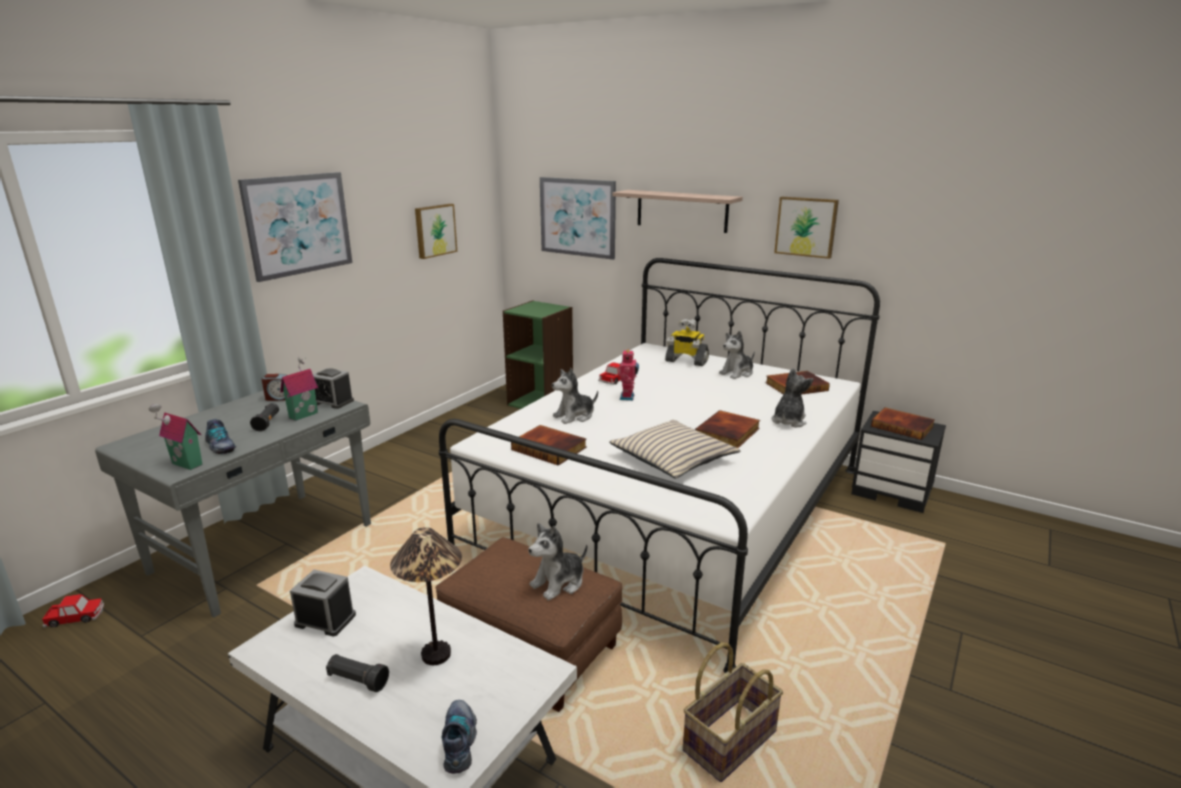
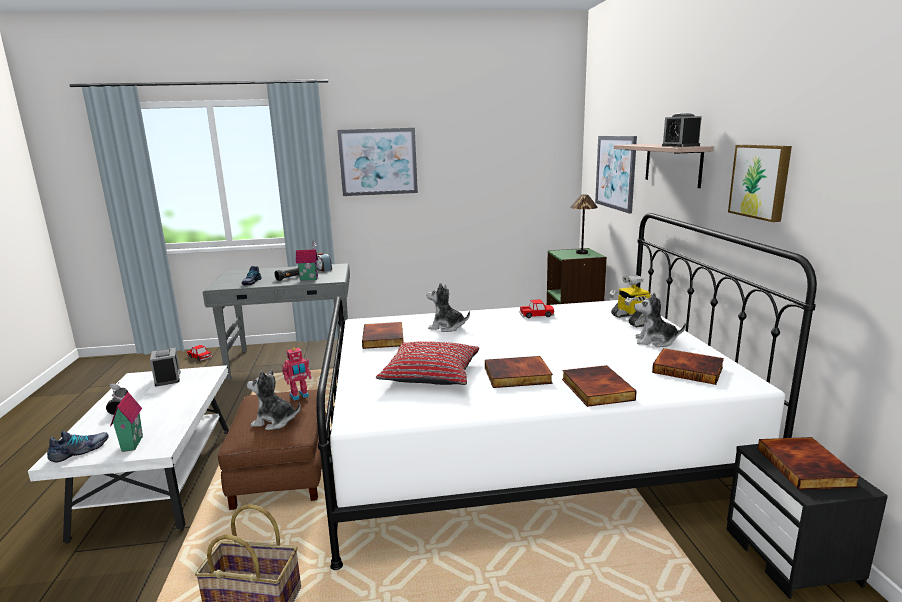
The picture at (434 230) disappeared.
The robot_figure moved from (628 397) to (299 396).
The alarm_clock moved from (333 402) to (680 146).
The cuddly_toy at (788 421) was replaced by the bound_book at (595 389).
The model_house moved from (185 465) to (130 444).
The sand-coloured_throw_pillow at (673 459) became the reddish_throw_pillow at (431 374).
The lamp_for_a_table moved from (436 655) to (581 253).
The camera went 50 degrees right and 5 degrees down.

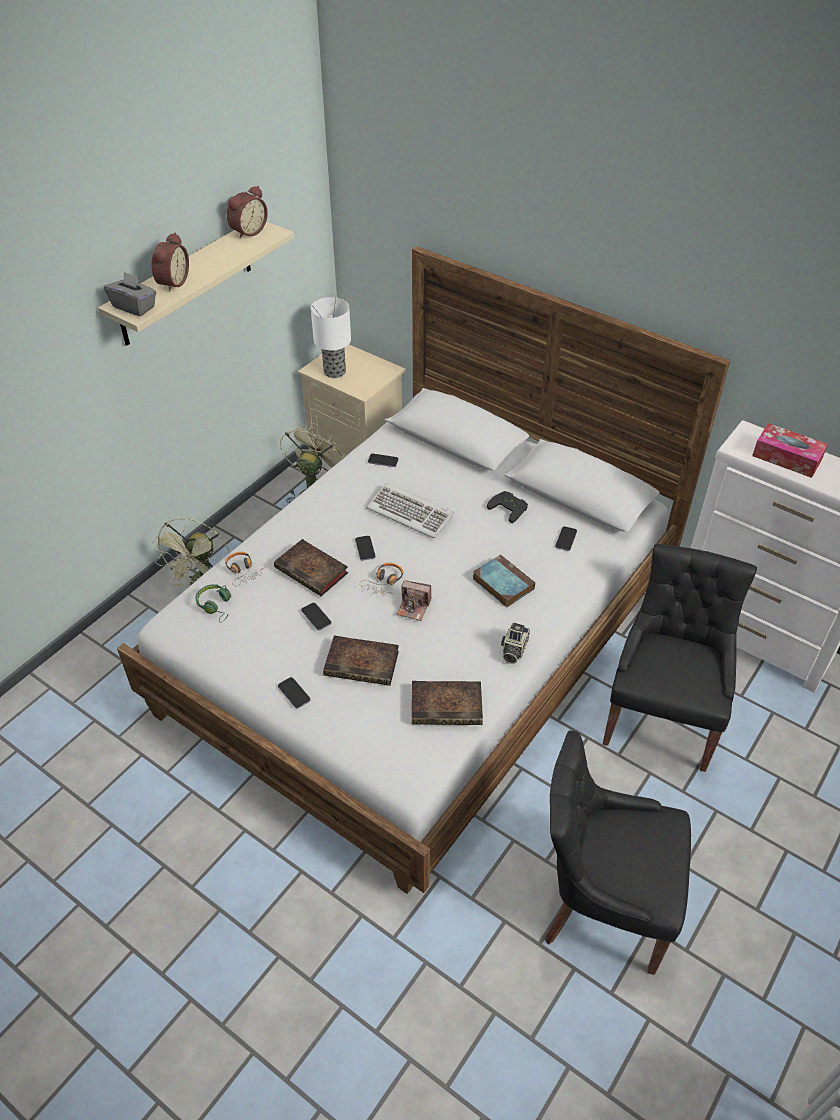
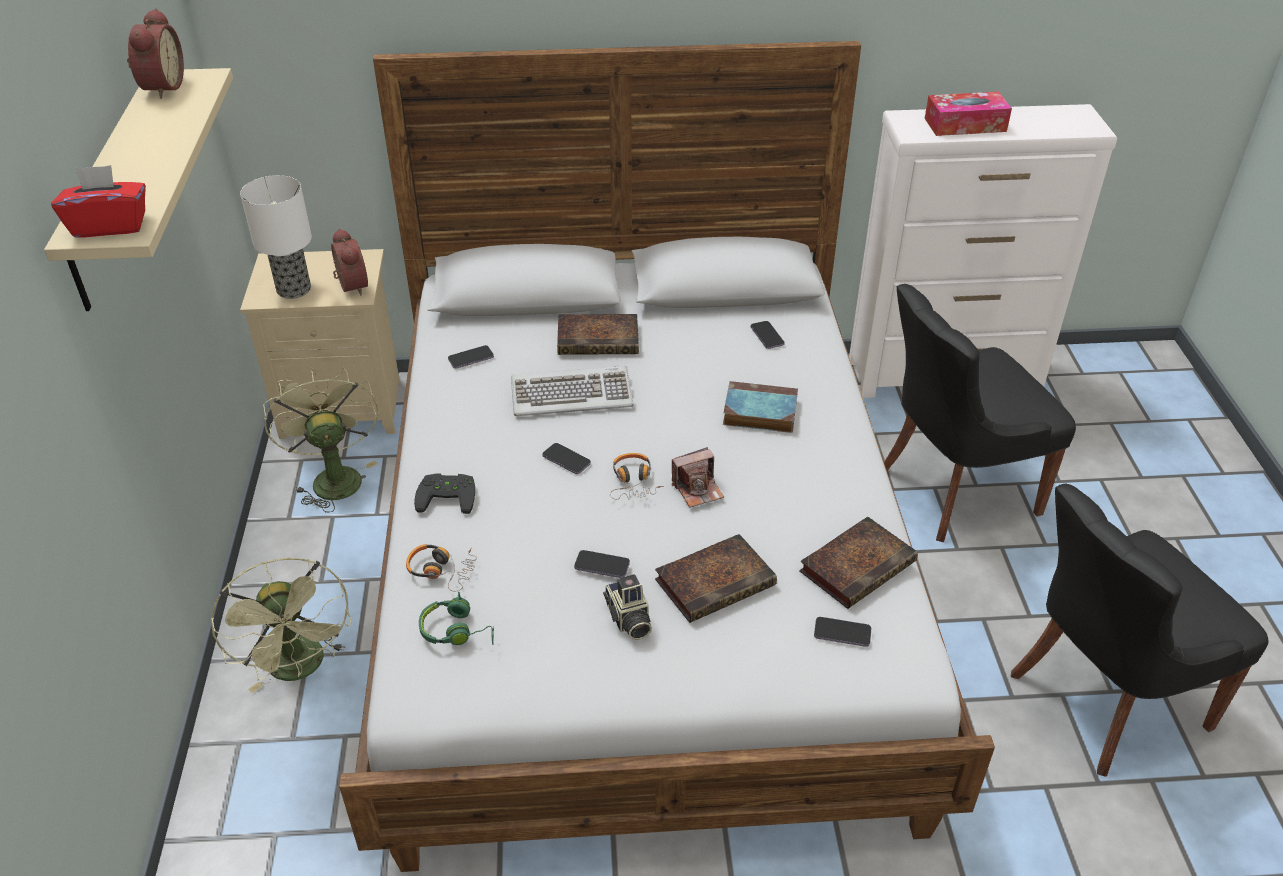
The alarm_clock moved from (171 282) to (350 286).
The gray_tissue_box at (134 307) became the reddish_tissue_box at (110 226).
The blackish_game_controller moved from (509 507) to (448 495).
The bound_book moved from (313 571) to (600 339).
The blackish_plain_chair at (661 717) turned 90 degrees counterclockwise.
The still_camera moved from (513 650) to (628 620).
The handset moved from (294 693) to (842 633).
The camera went 40 degrees left and 5 degrees down.

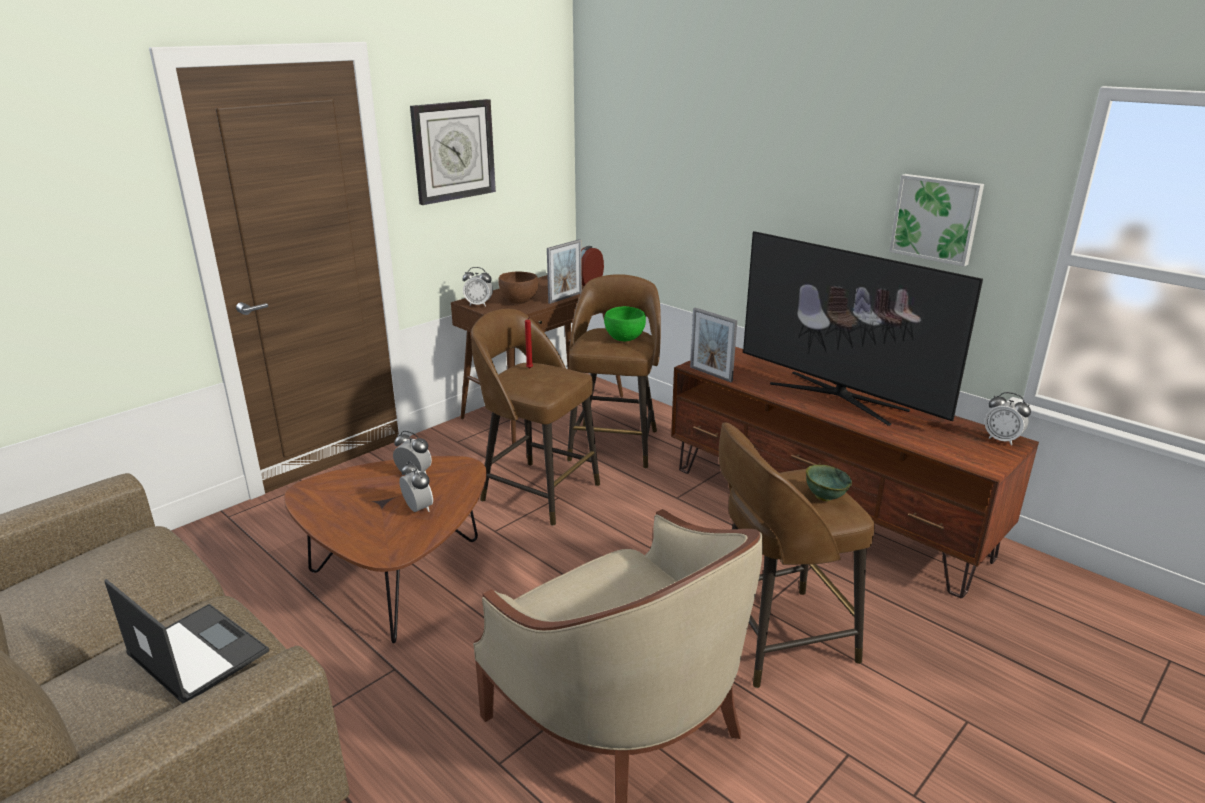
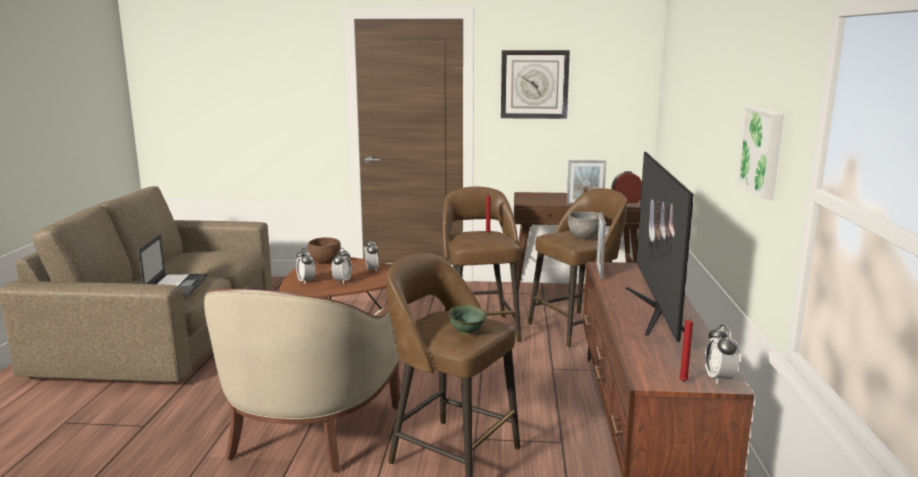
The alarm_clock moved from (479 304) to (306 281).
The brown-coloured_bowl moved from (518 301) to (324 262).
The green_bowl at (624 338) became the gray_bowl at (584 237).
The reddish_wax_light at (685 382) appeared.
The camera went 50 degrees right and 10 degrees down.

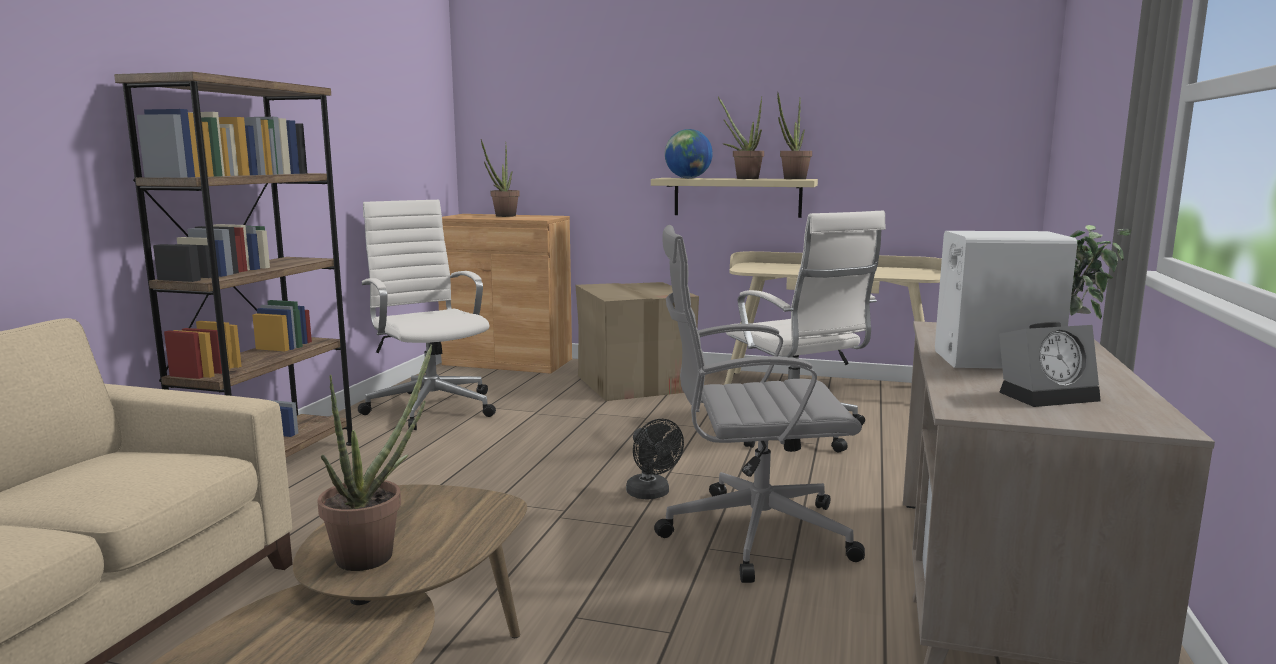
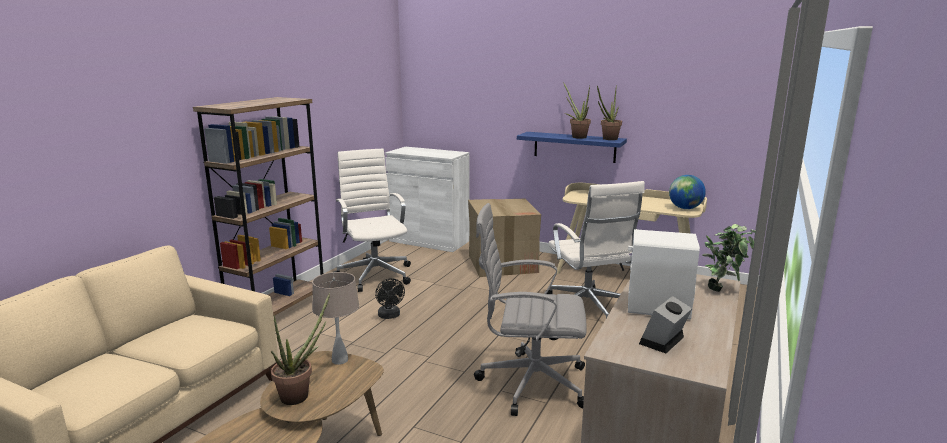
The world_globe moved from (688 178) to (685 208).
The houseplant at (502 216) disappeared.
The sand-coloured_bracket_shelf at (737 197) became the blue_bracket_shelf at (574 147).
The brown-coloured_cupboard at (507 362) became the white_cupboard at (429 241).
The alarm_clock at (1048 395) turned 135 degrees clockwise.
The blackish_cooling_fan moved from (652 494) to (390 316).
The sand-coloured_lamp_for_a_table at (339 360) appeared.
The camera went 10 degrees right and 5 degrees up.

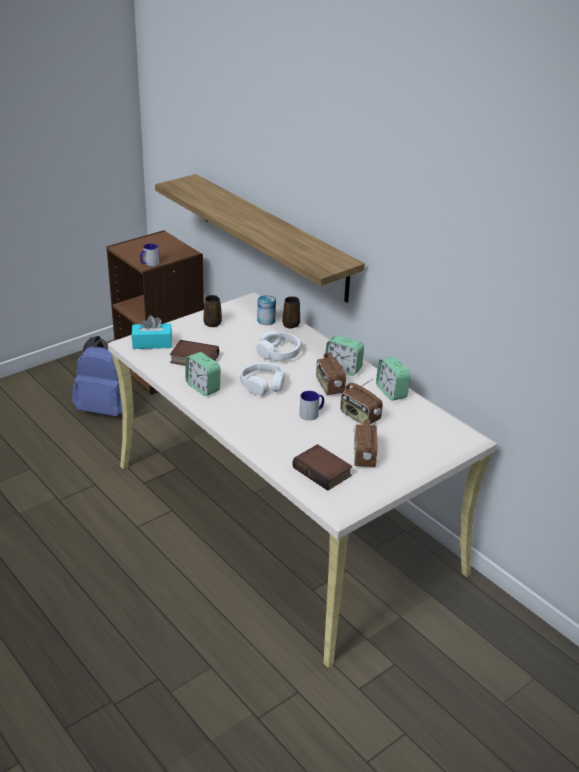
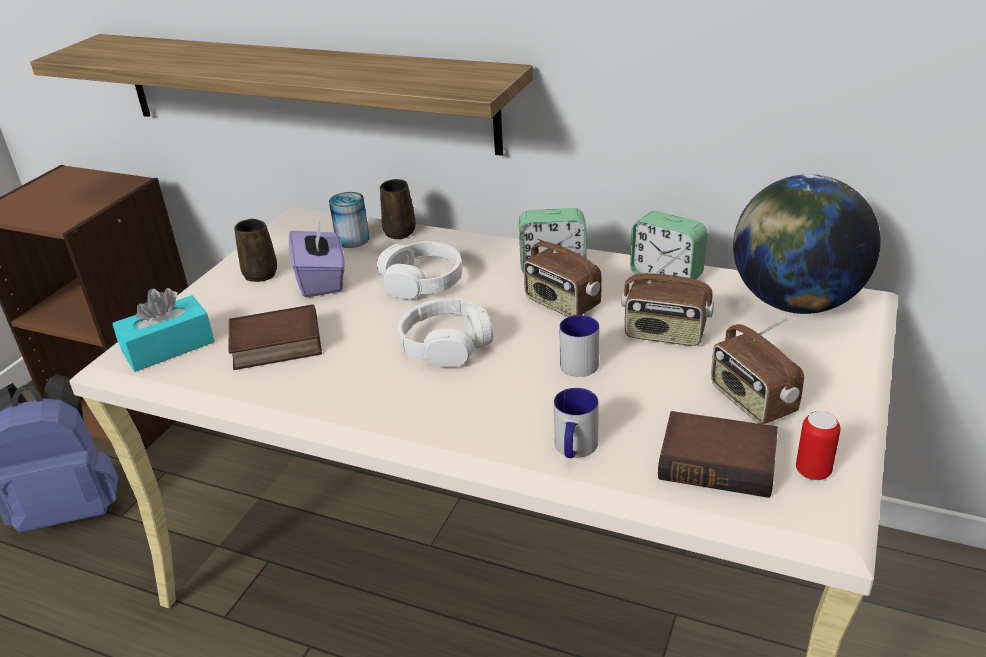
The coffee_mug moved from (149 264) to (574 449).
The alarm_clock at (203 387) disappeared.
The world_globe at (795 303) appeared.
The purple-coloured_tissue_box at (322 280) appeared.
The metal_can at (813 471) appeared.
The camera went 25 degrees left and 0 degrees up.

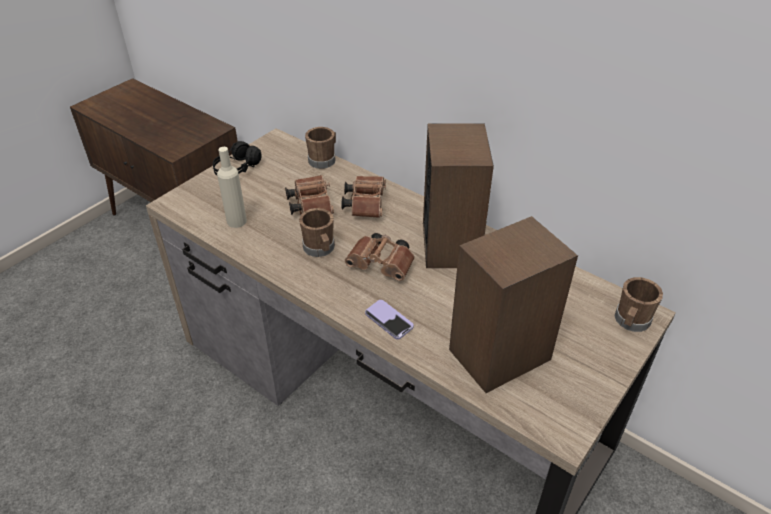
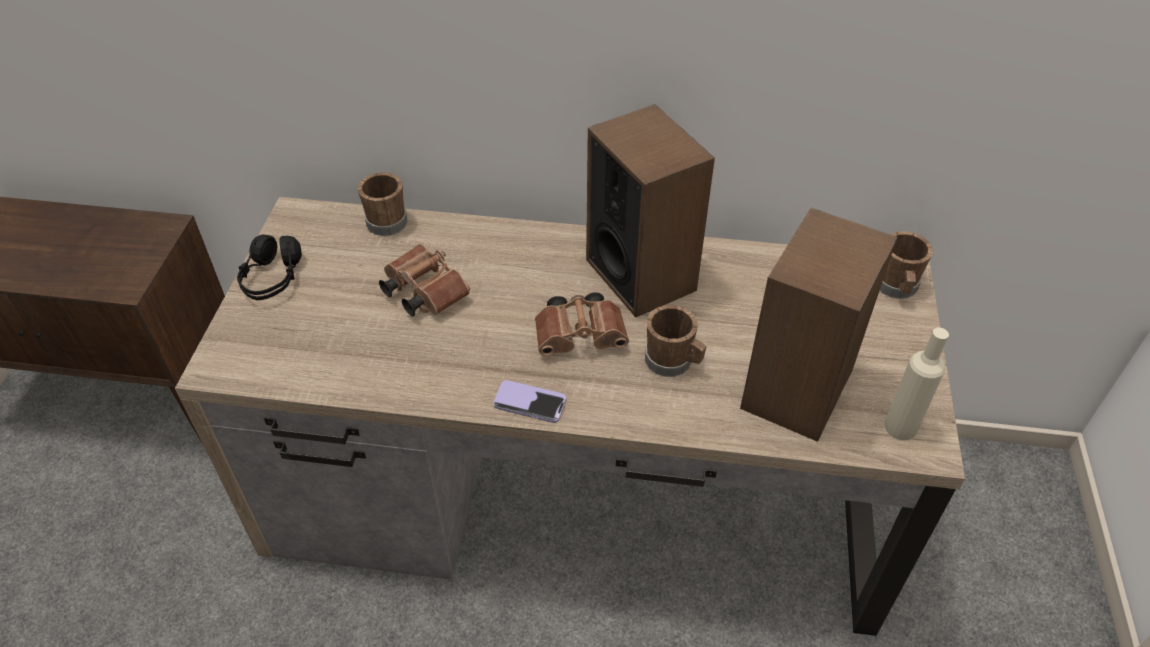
The sand-coloured_bottle moved from (236 221) to (900 427).
The brown-coloured_field_glasses at (365 204) disappeared.
The brown-coloured_coffee_mug moved from (320 249) to (673 362).
The handset moved from (389 320) to (530 403).
The camera went 30 degrees left and 5 degrees up.

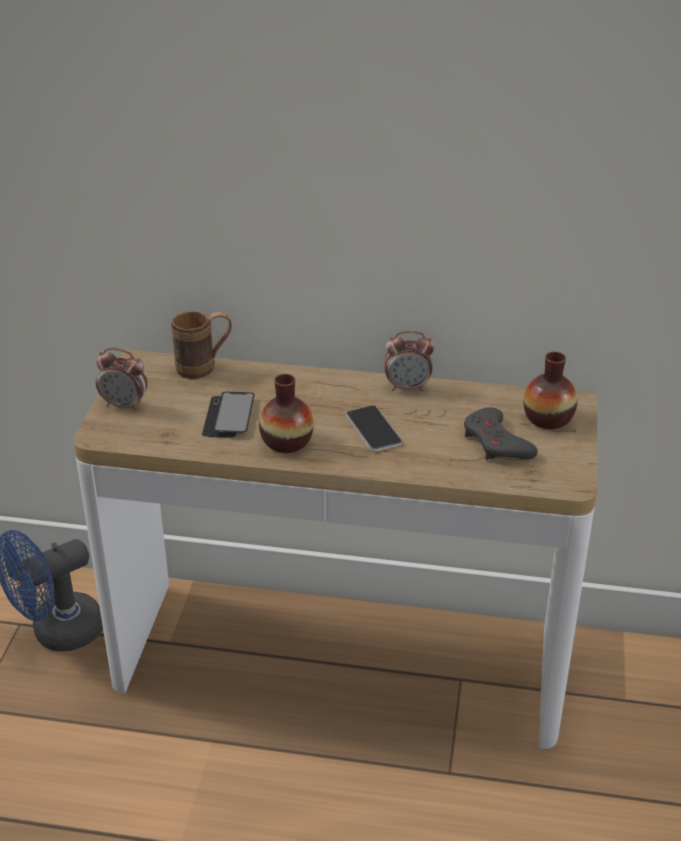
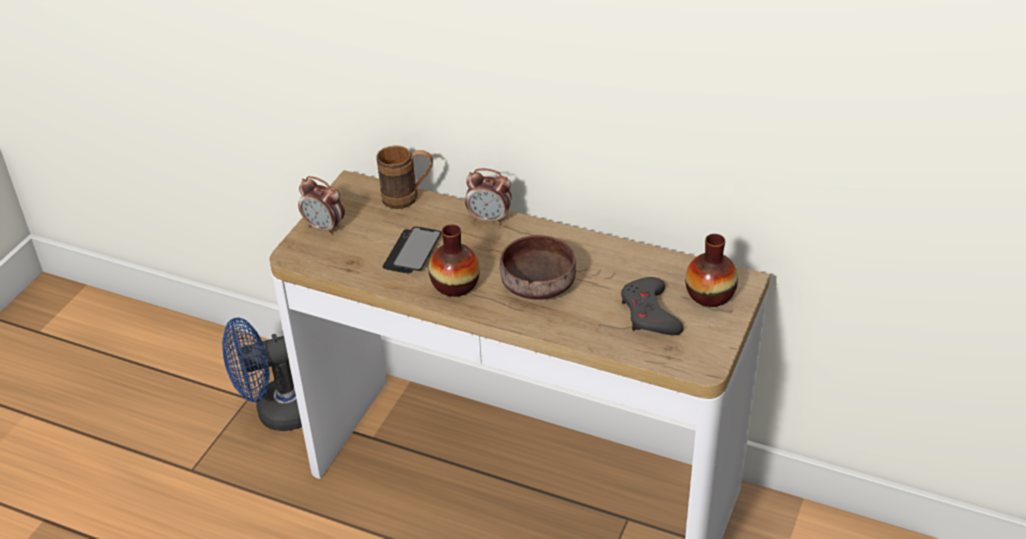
The alarm_clock moved from (407 387) to (489 219).
The handset at (373 429) was replaced by the brown-coloured_bowl at (539 283).
The camera went 15 degrees right and 5 degrees up.

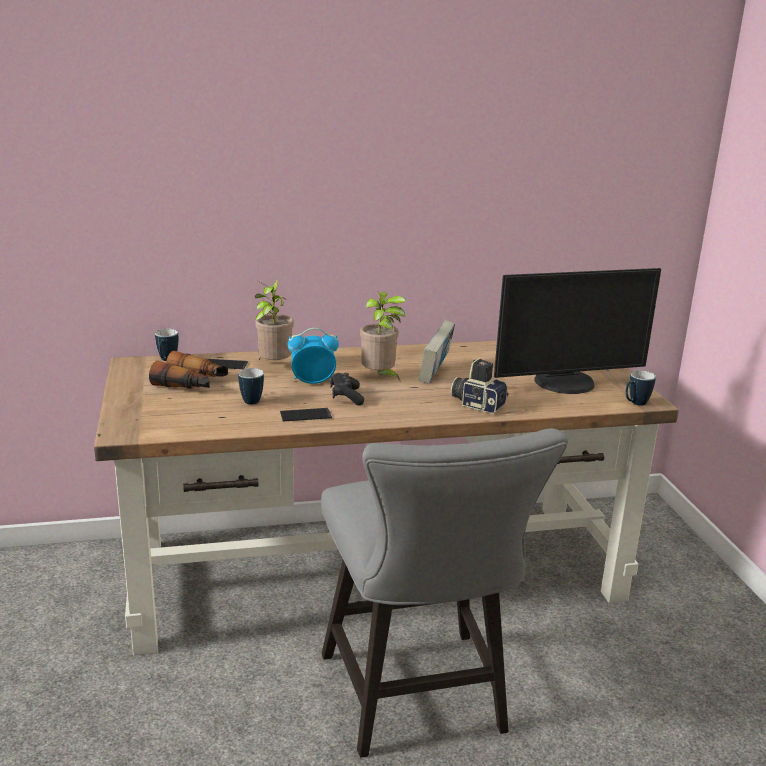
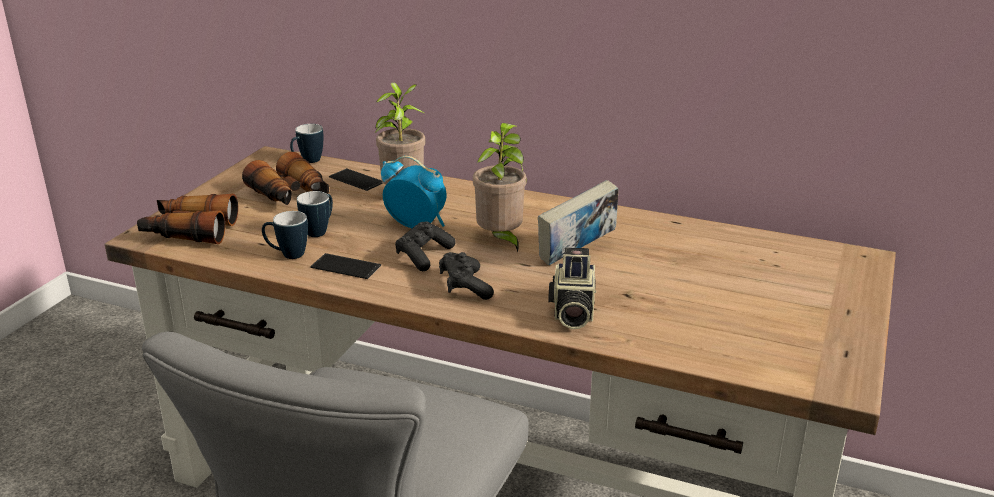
The computer_display at (566 383) disappeared.
The still_camera at (478 404) turned 150 degrees counterclockwise.
The coffee_mug moved from (635 404) to (287 255).
The field_glasses at (189 231) appeared.
The blackish_game_controller at (465 287) appeared.
The camera went 35 degrees right and 5 degrees up.

